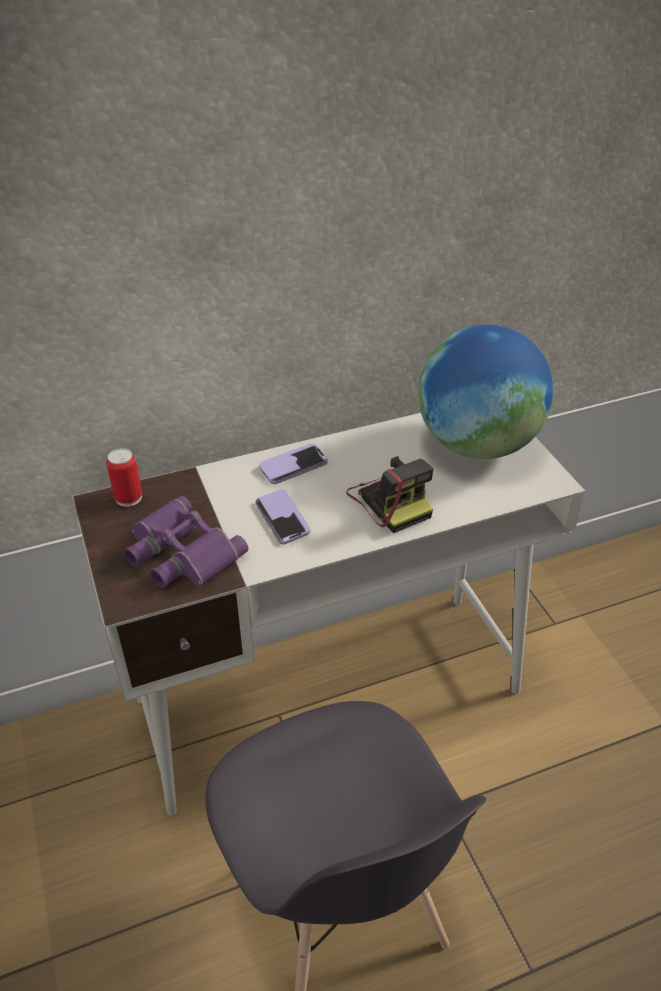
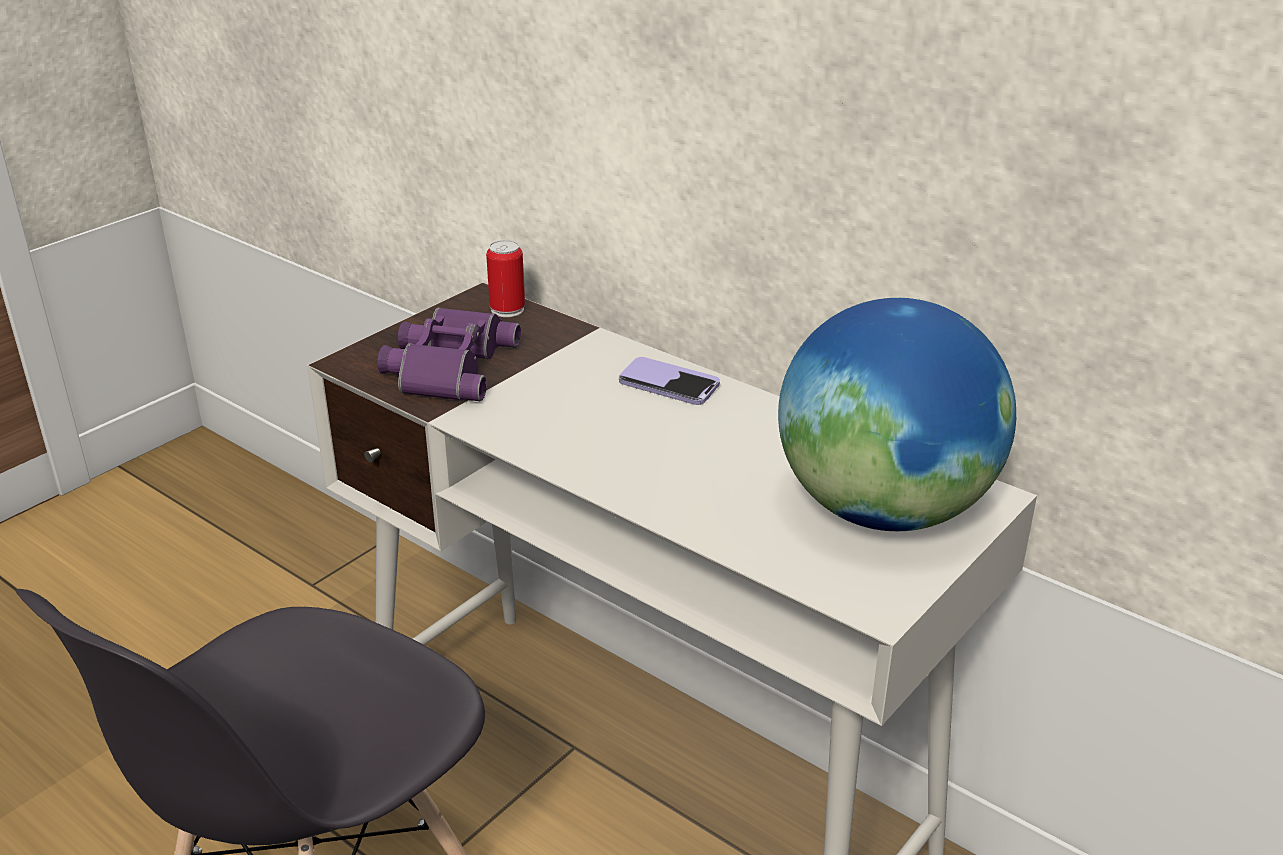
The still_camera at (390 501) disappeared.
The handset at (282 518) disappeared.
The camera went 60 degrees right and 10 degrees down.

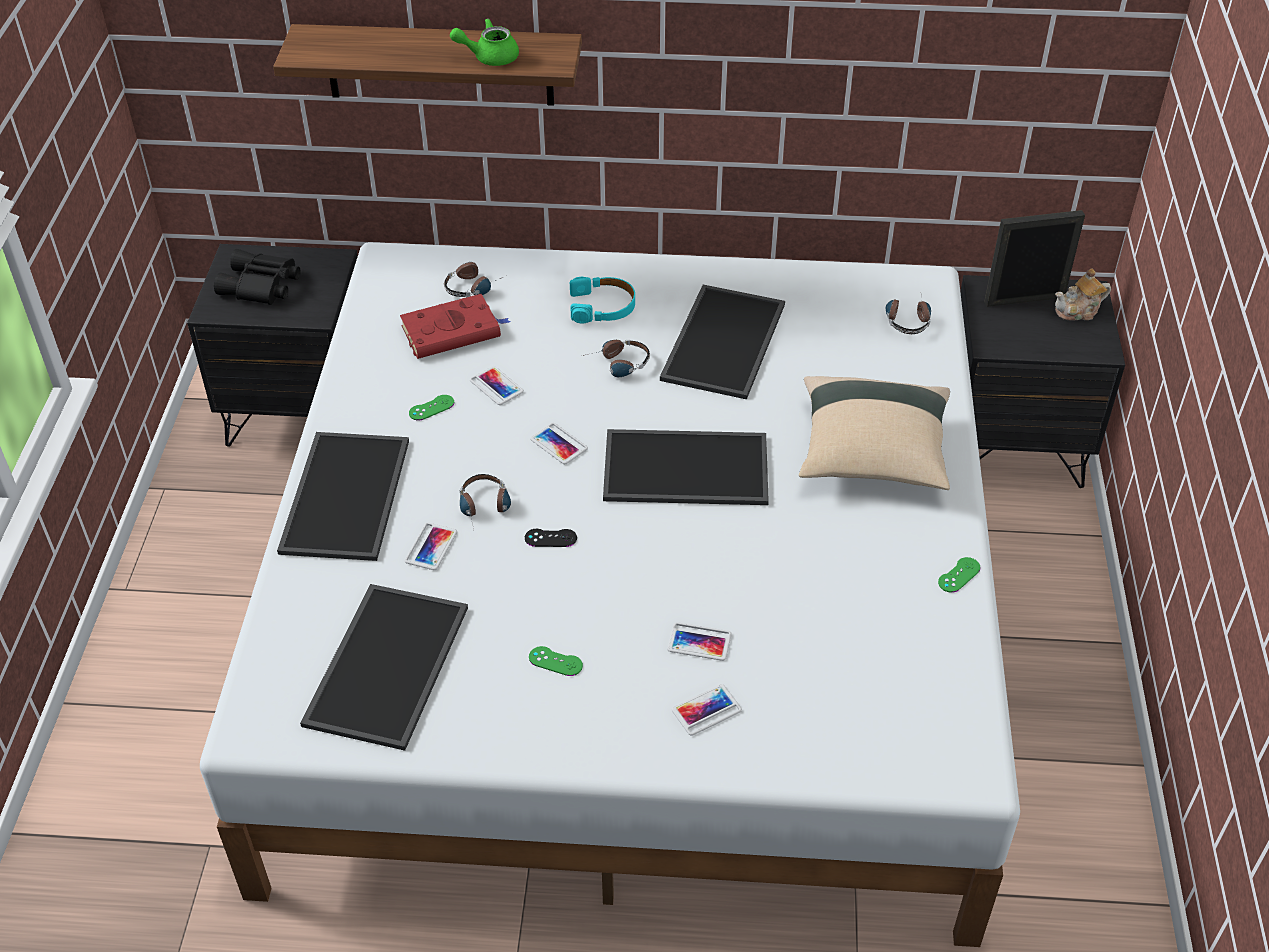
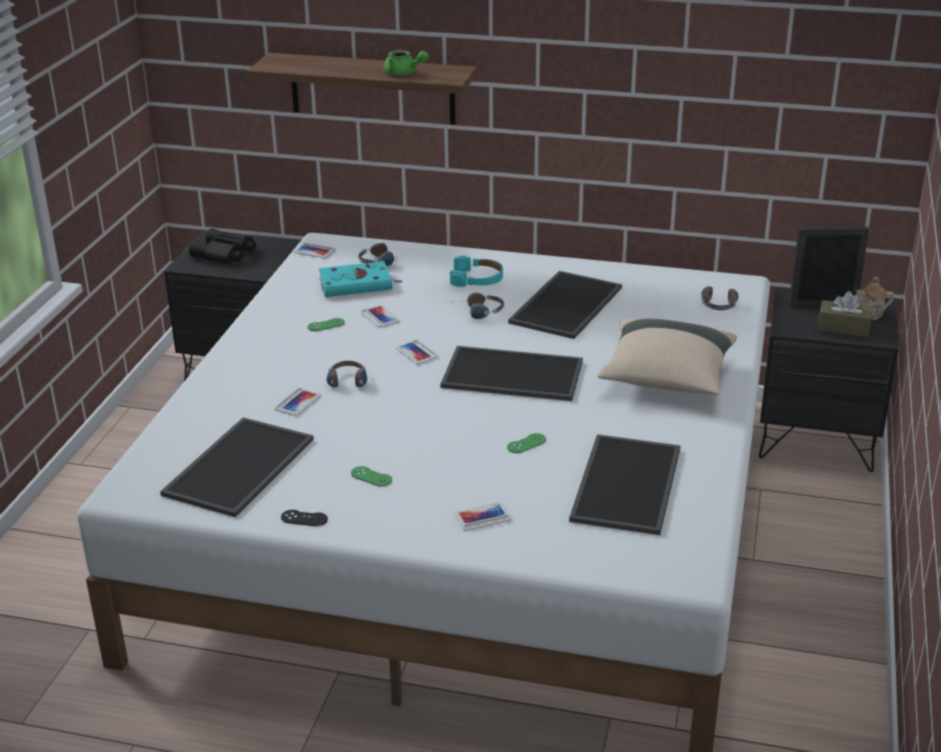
The green_teapot at (489 57) turned 150 degrees counterclockwise.
The reddish_bound_book at (453 331) became the turquoise-coloured_bound_book at (358 284).
The serving_tray moved from (348 497) to (629 485).
The blackish_game_controller moved from (550 538) to (304 518).
The green_game_controller moved from (959 575) to (526 443).
The handset moved from (699 642) to (314 251).
The brown-coloured_tissue_box at (843 328) appeared.
The camera went 10 degrees right and 15 degrees down.

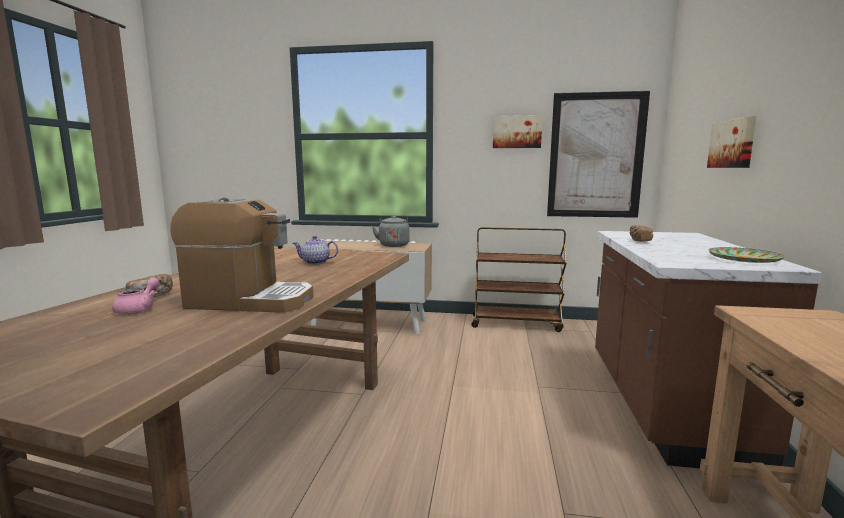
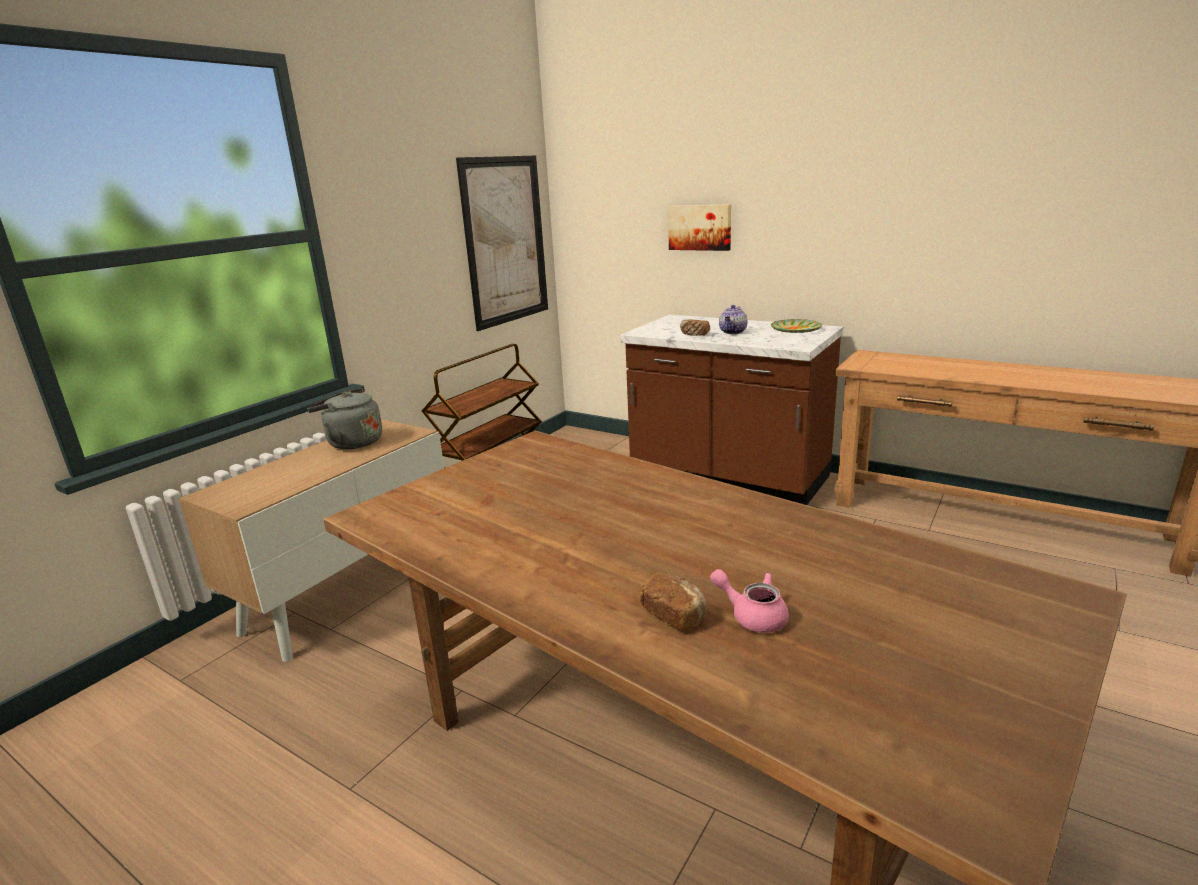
The picture at (517 132) disappeared.
The coffee_machine at (250 301) disappeared.
The teapot moved from (315 262) to (733 332).
The camera went 65 degrees left and 10 degrees up.

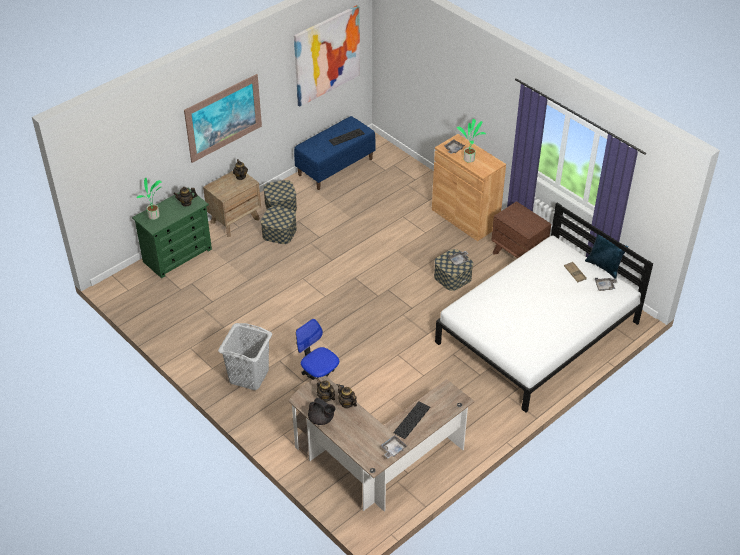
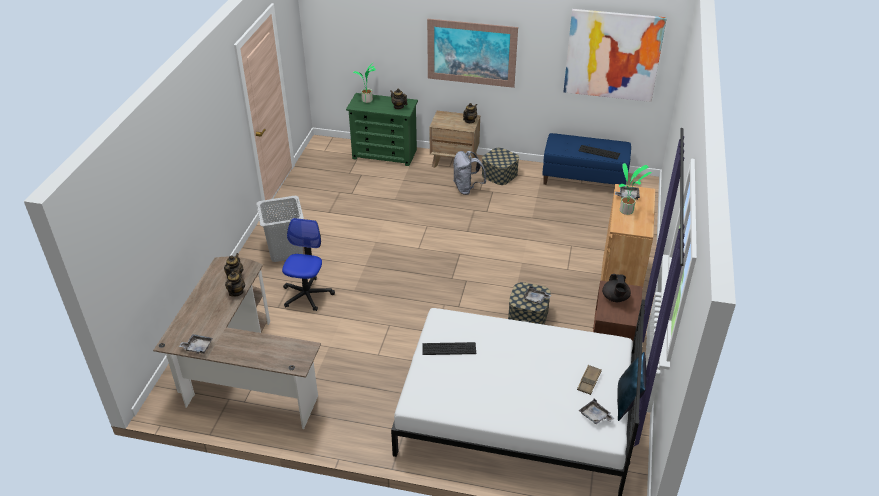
The storage_container at (279 232) was replaced by the gray_backpack at (467 188).
The blackish_teapot moved from (321 419) to (615 298).
The computer_keyboard moved from (412 420) to (449 349).
The camera went 55 degrees right and 5 degrees down.

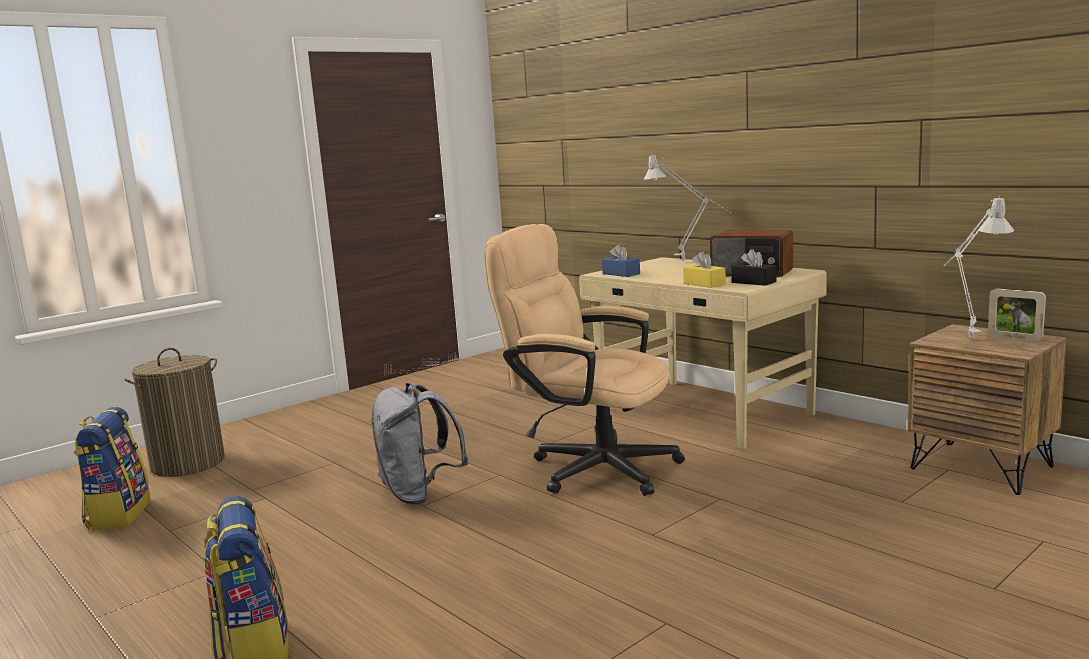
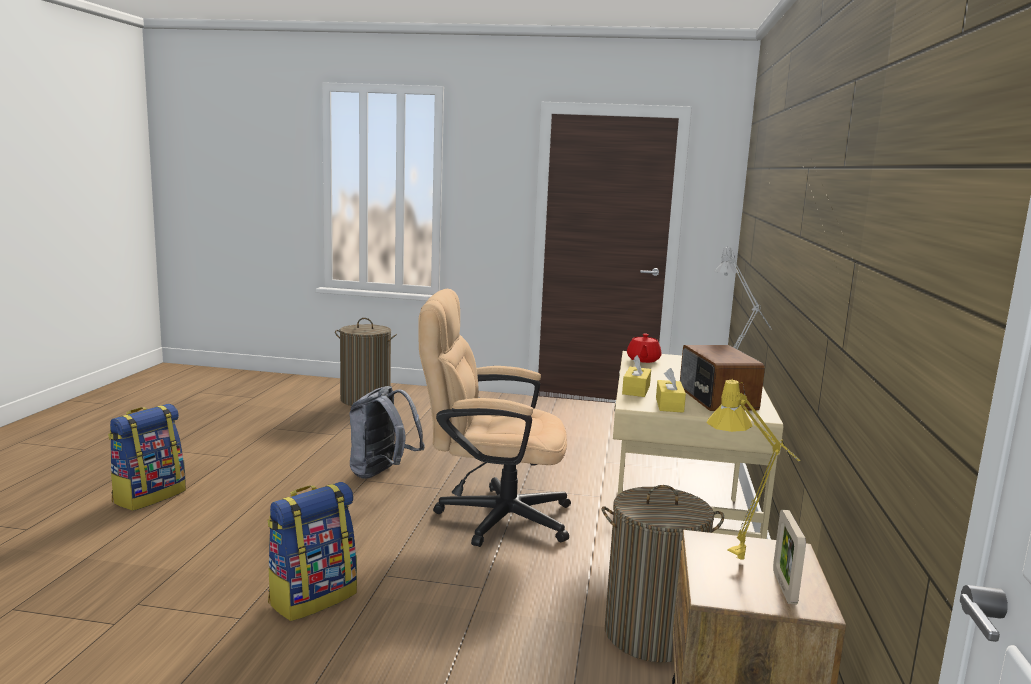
The gray_lamp_for_a_table at (967 338) became the yellow_lamp_for_a_table at (746 558).
The sand-coloured_computer_chair at (591 467) turned 75 degrees counterclockwise.
The blue_tissue_box at (621 274) was replaced by the reddish_teapot at (643 360).
The blackish_tissue_box at (753 282) became the yellow_tissue_box at (669 405).
The backpack moved from (118 514) to (312 598).
The laundry_basket at (651 634) appeared.
The camera went 50 degrees right and 0 degrees up.

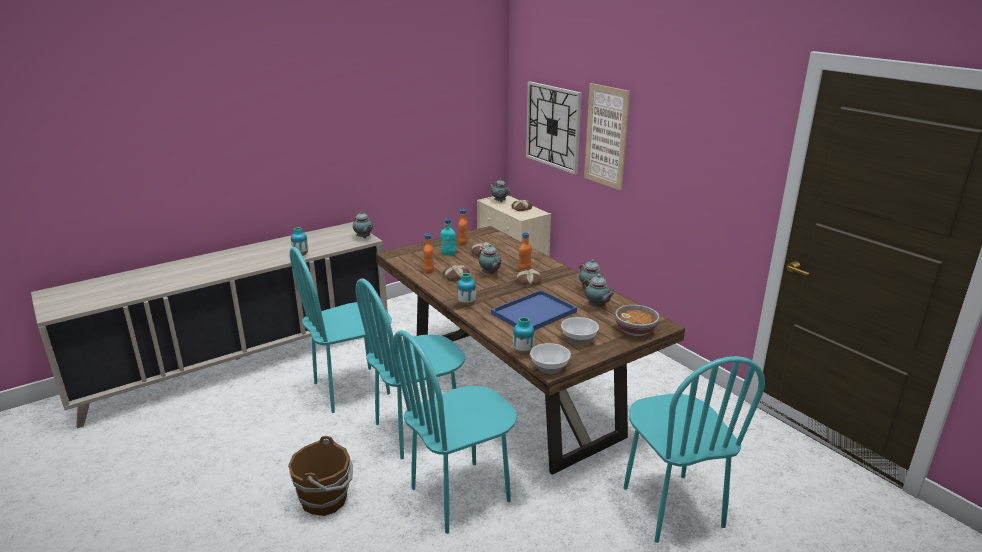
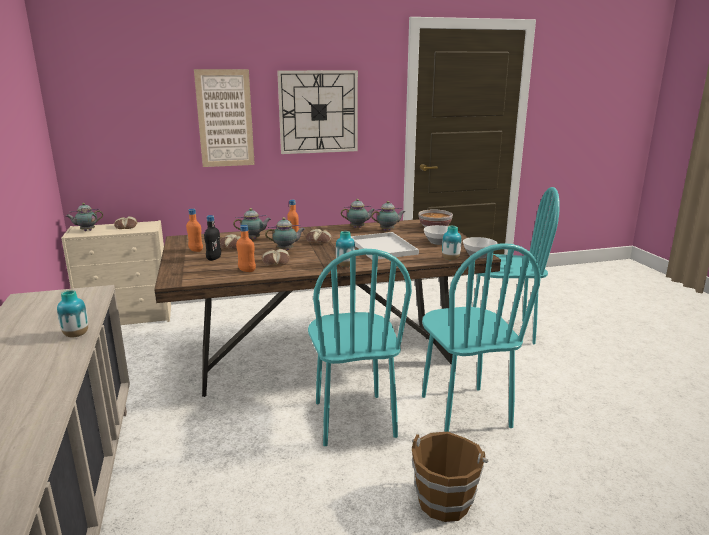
The hanging_clock moved from (553 126) to (318 112).
The teapot moved from (364 238) to (253 239).
The turquoise-coloured_bottle at (448 254) became the blackish_bottle at (214 258).
The turquoise-coloured_plain_chair at (352 388) disappeared.
The blue_serving_tray at (534 312) became the white_serving_tray at (381 247).
The camera went 70 degrees left and 5 degrees down.

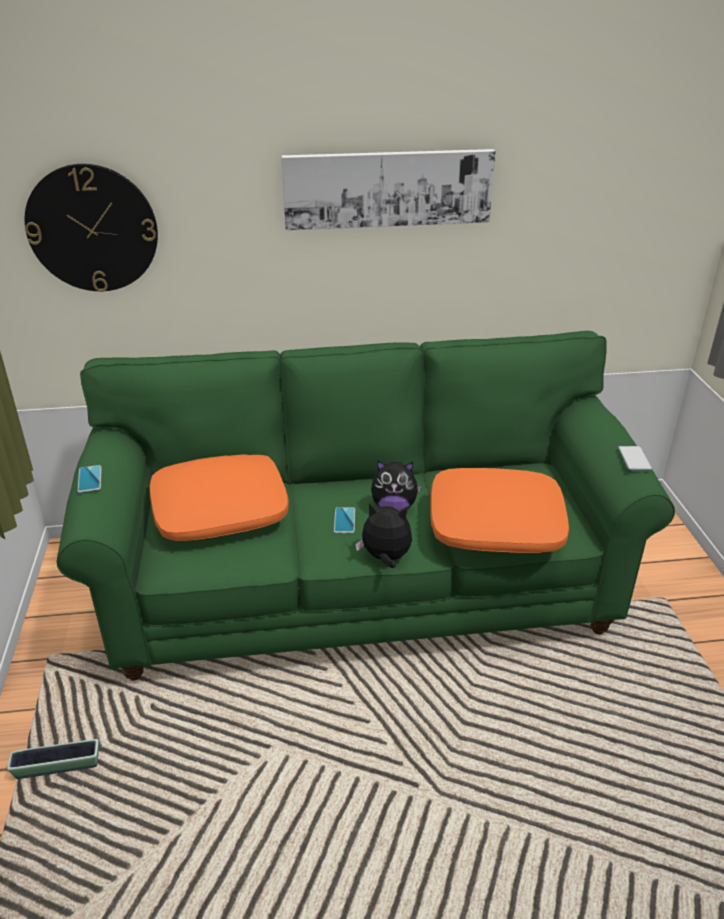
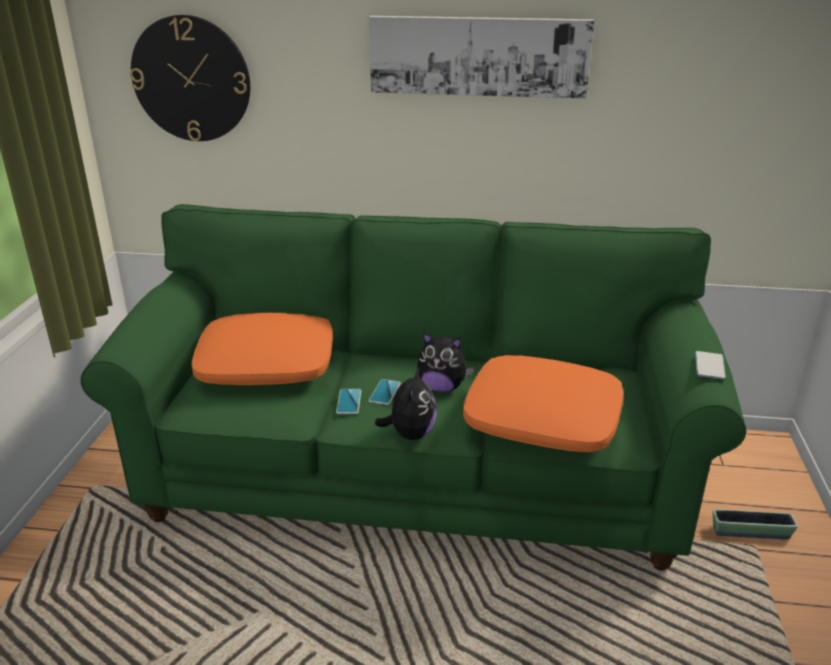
The handset moved from (90 479) to (349 402).
The cuddly_toy at (385 558) turned 75 degrees clockwise.
The flower_pot moved from (58 767) to (750 532).
The camera went 15 degrees right and 5 degrees down.

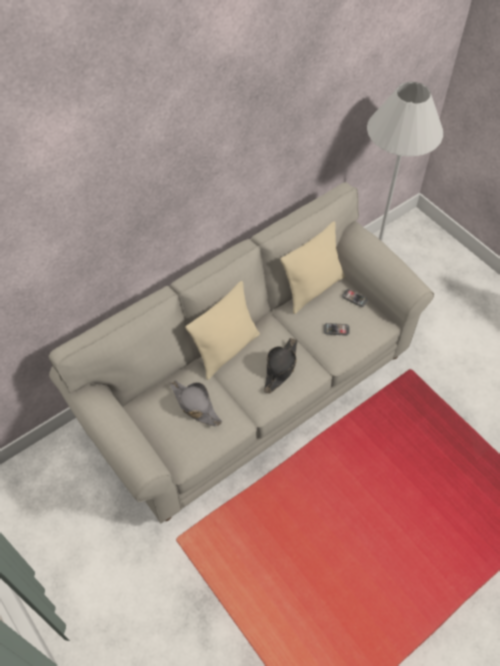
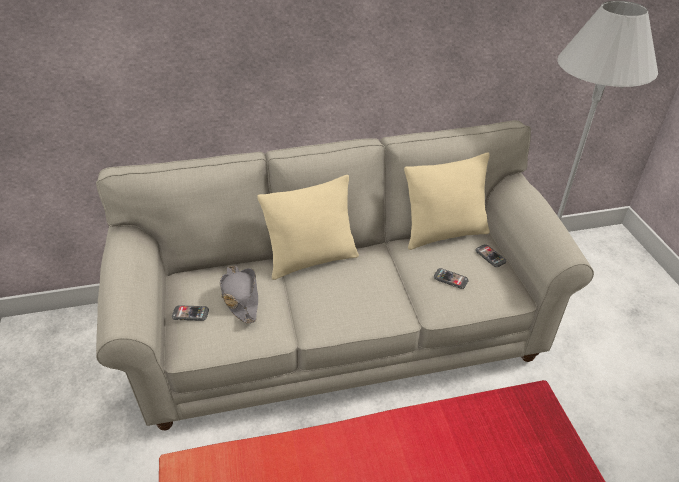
The blackish_wearable_hat at (280 368) disappeared.
The handset at (190 314) appeared.
The camera went 25 degrees right and 15 degrees down.

